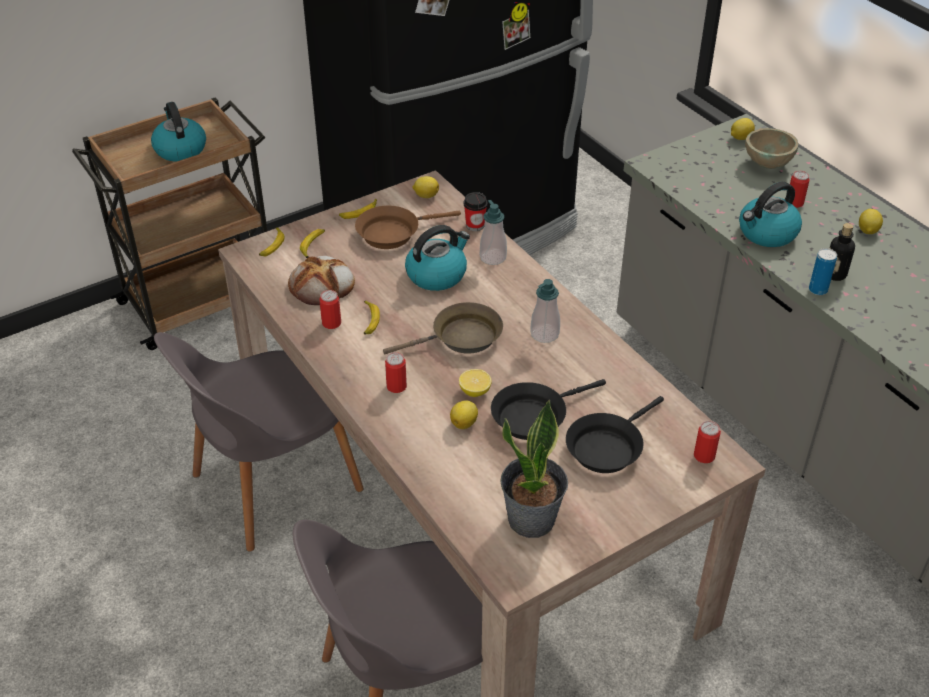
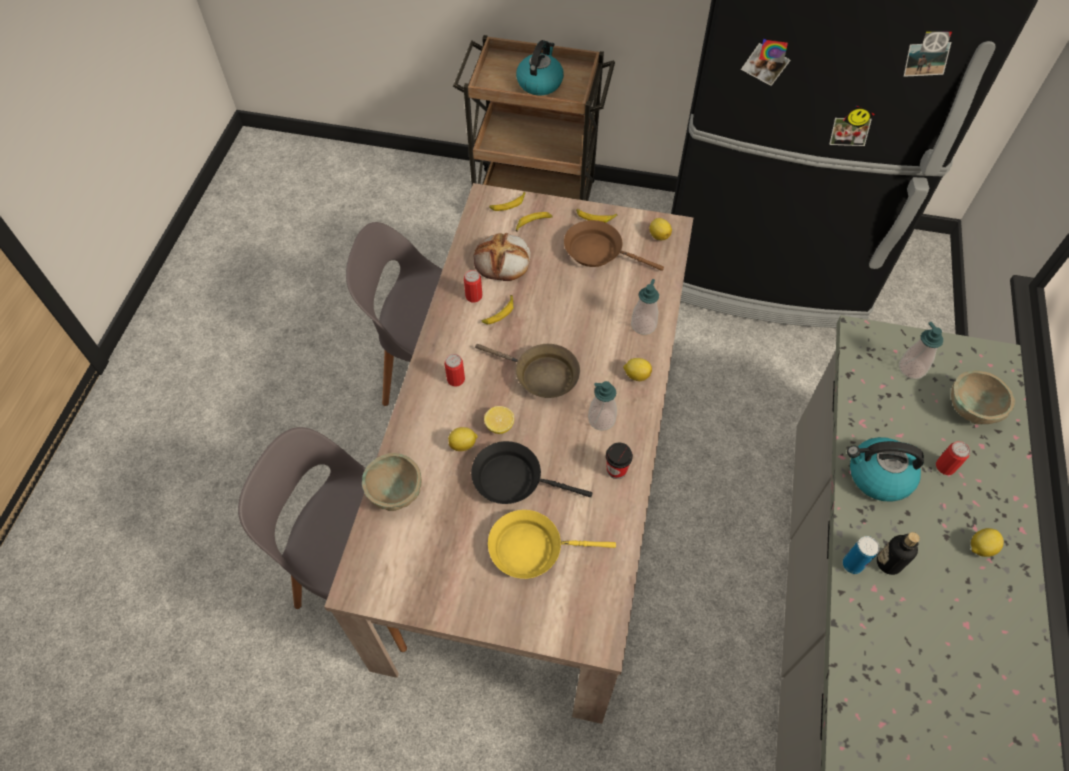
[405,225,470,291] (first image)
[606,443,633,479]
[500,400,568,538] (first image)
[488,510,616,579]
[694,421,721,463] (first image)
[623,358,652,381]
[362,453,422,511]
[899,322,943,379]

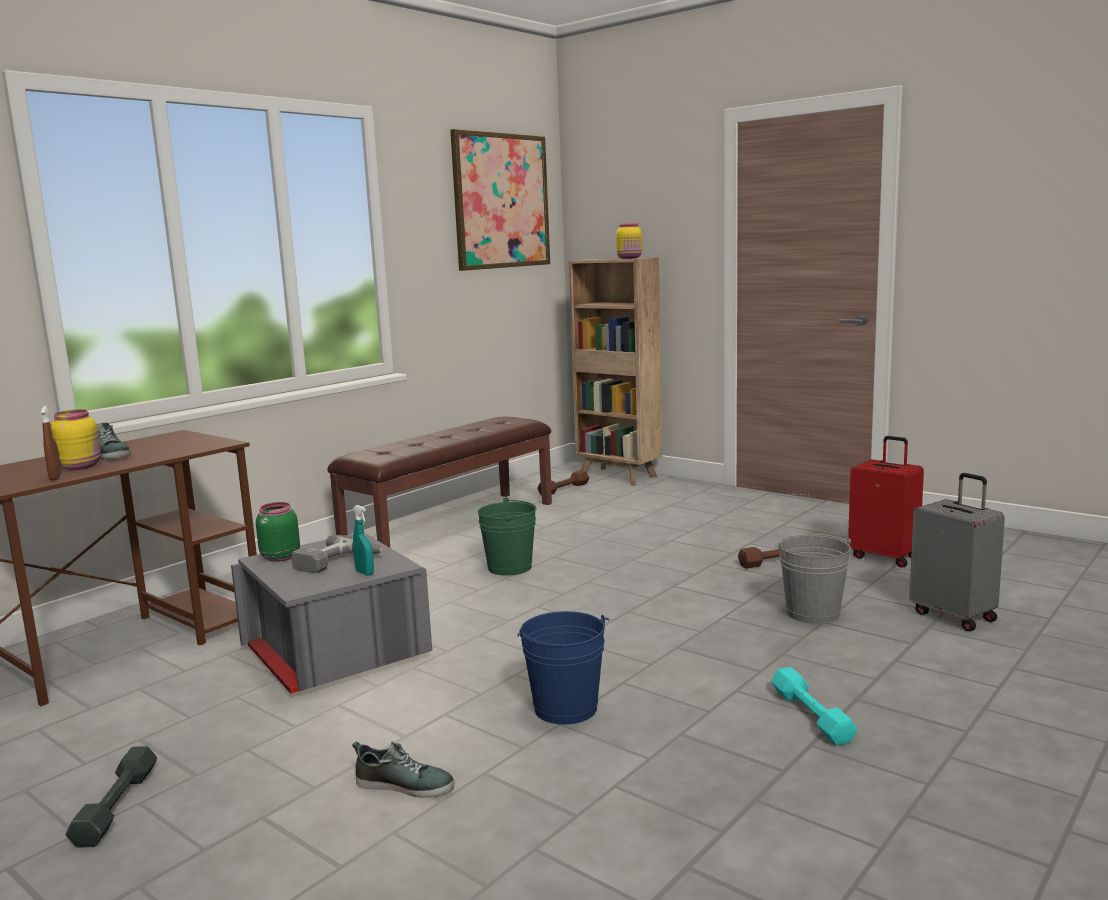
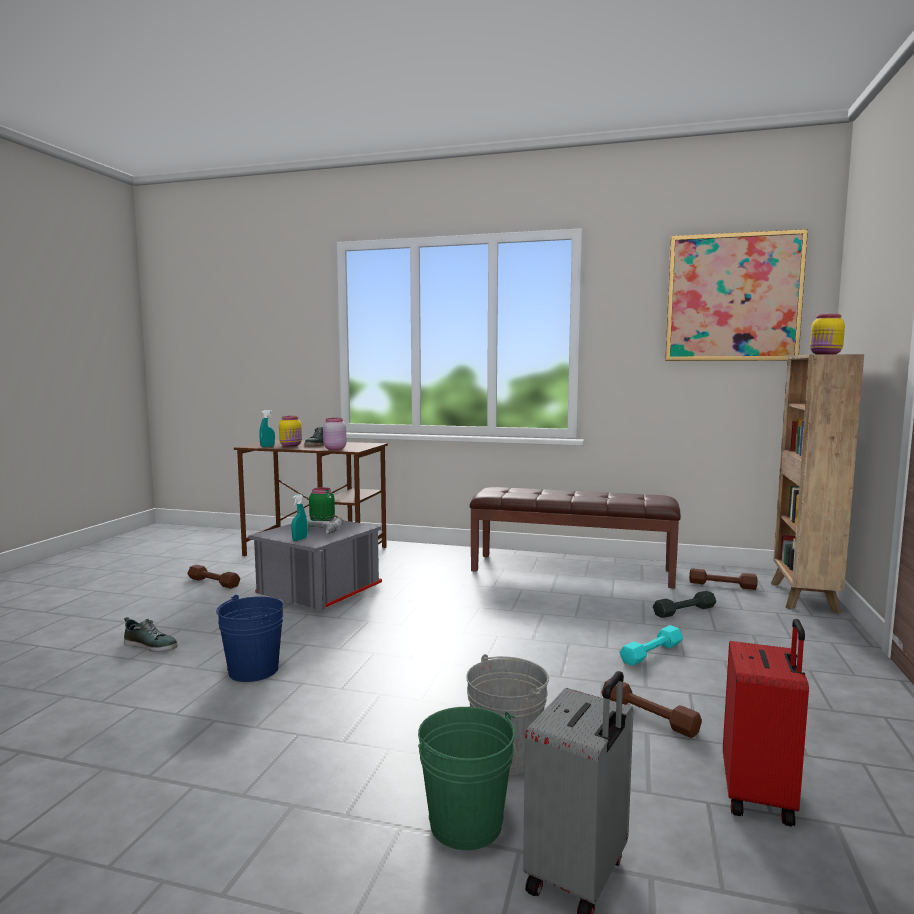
[259,410,275,447]
[653,591,717,618]
[124,617,178,652]
[418,707,515,850]
[619,625,683,666]
[187,565,240,589]
[323,418,346,450]

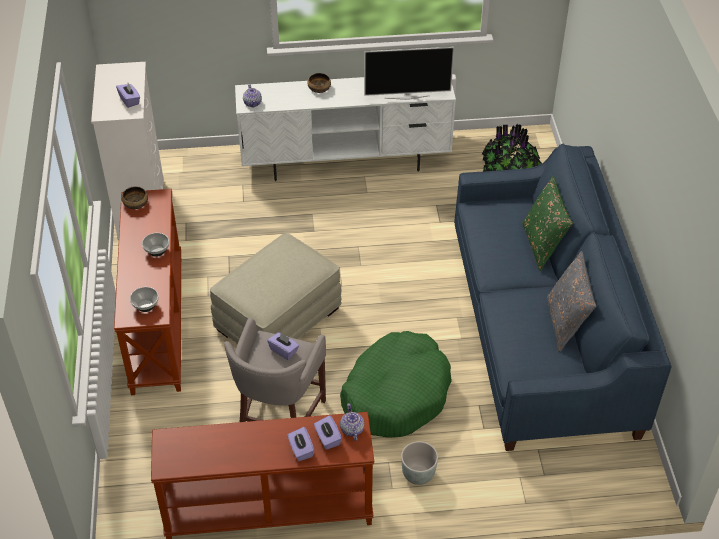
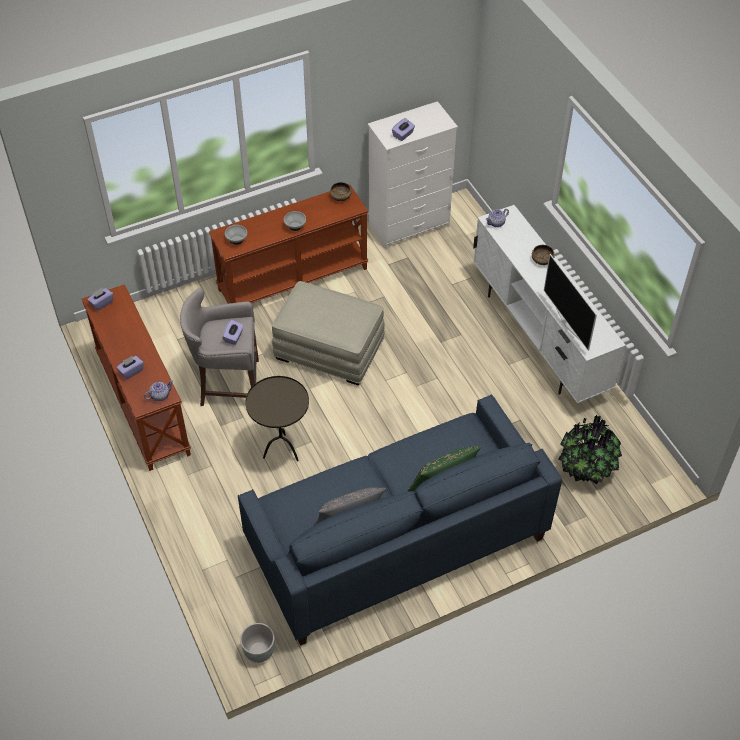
[87,288,113,311]
[245,376,309,461]
[240,623,274,663]

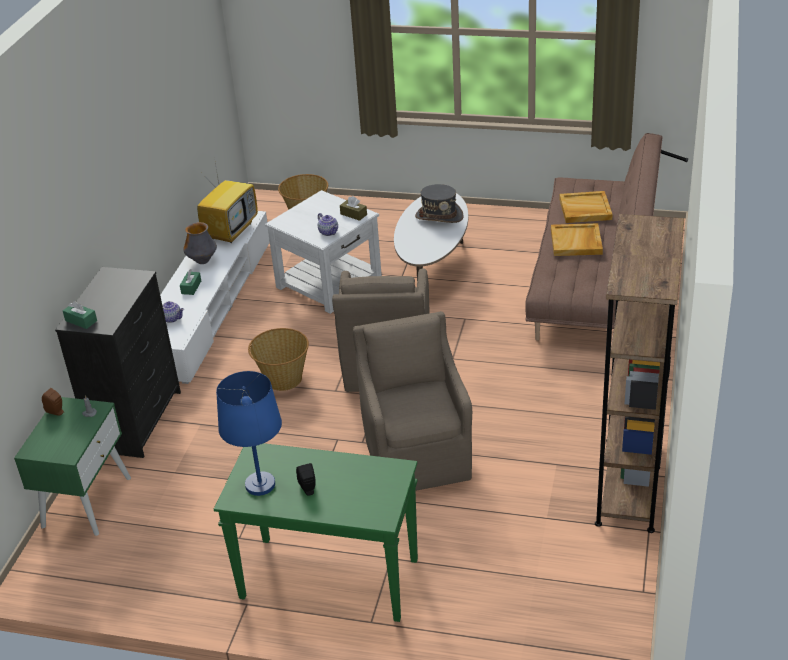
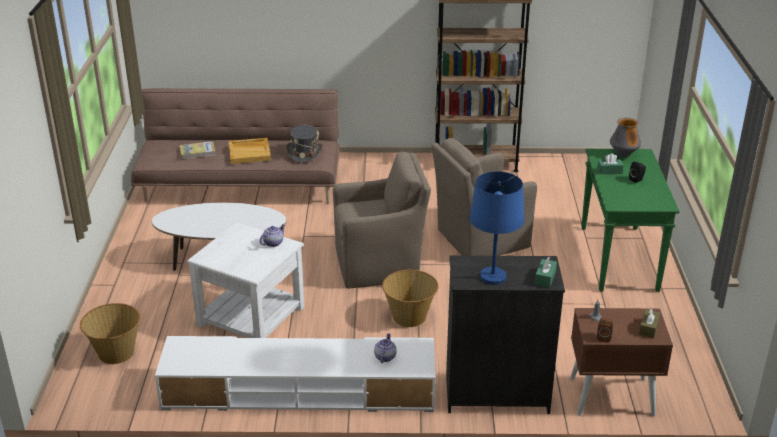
[570,308,673,416]
[597,153,624,174]
[610,118,641,157]
[197,157,258,243] (first image)
[469,171,524,285]
[639,308,661,338]
[286,125,323,163]
[180,141,216,159]

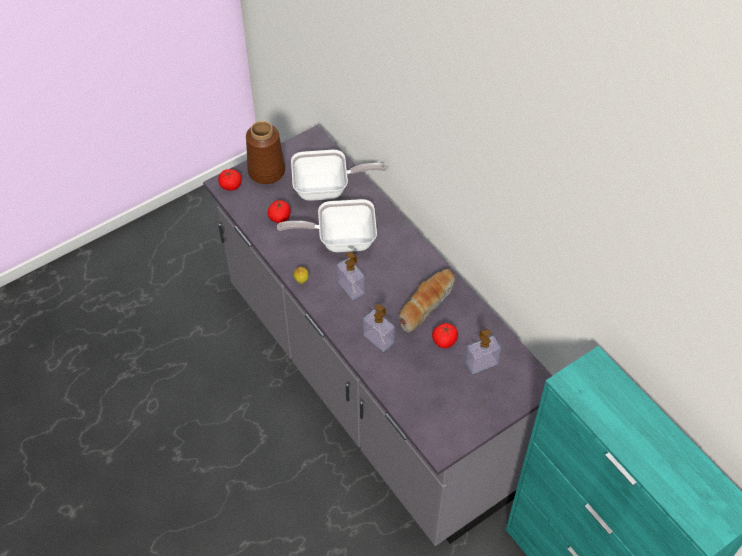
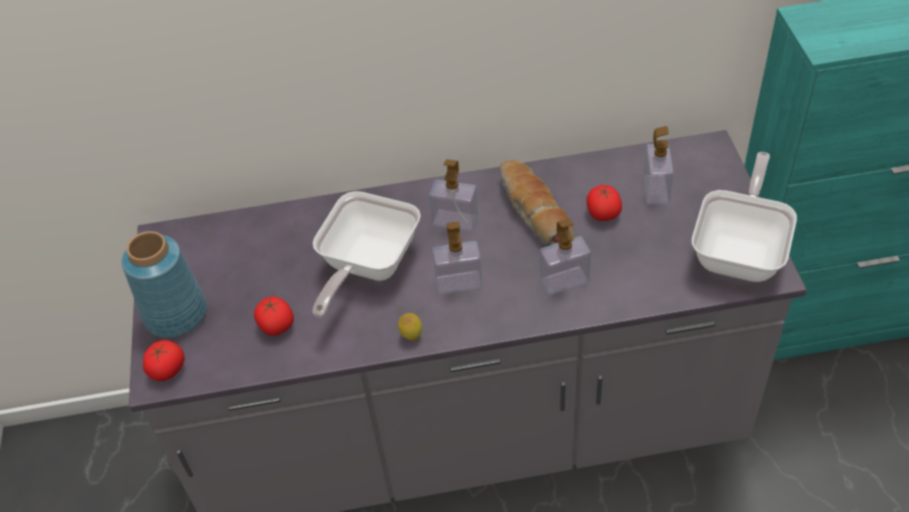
[121,231,207,338]
[692,152,797,282]
[429,159,478,231]

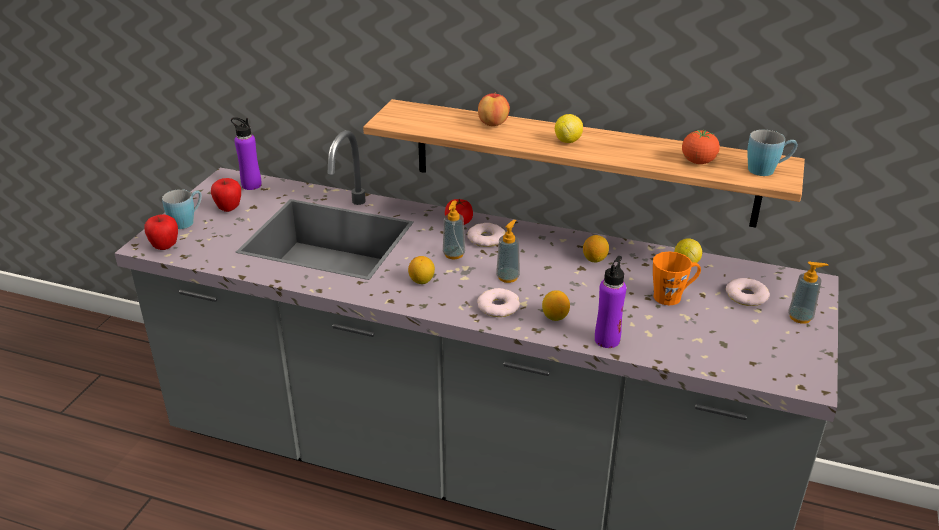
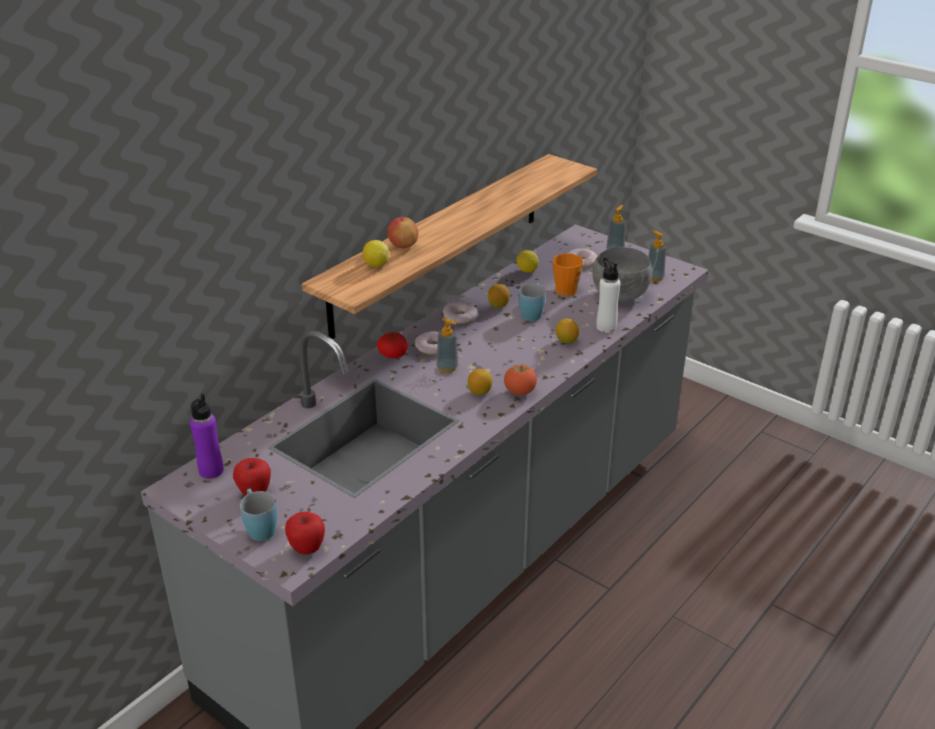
[443,302,477,324]
[648,230,666,282]
[363,240,389,267]
[596,258,620,333]
[504,364,537,395]
[518,283,546,321]
[593,247,652,302]

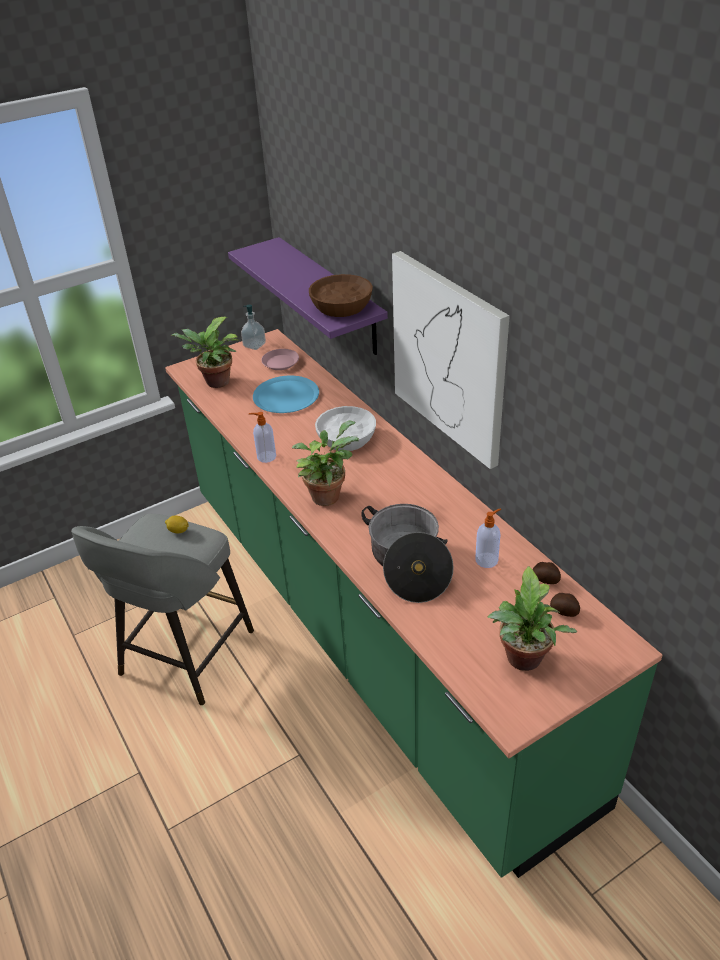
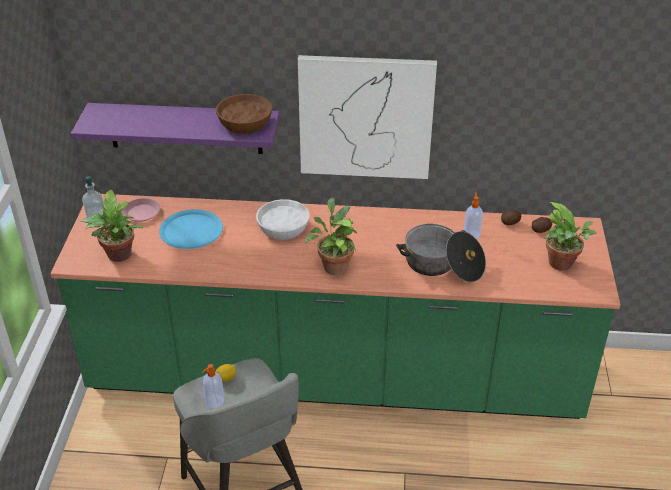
[202,364,224,408]

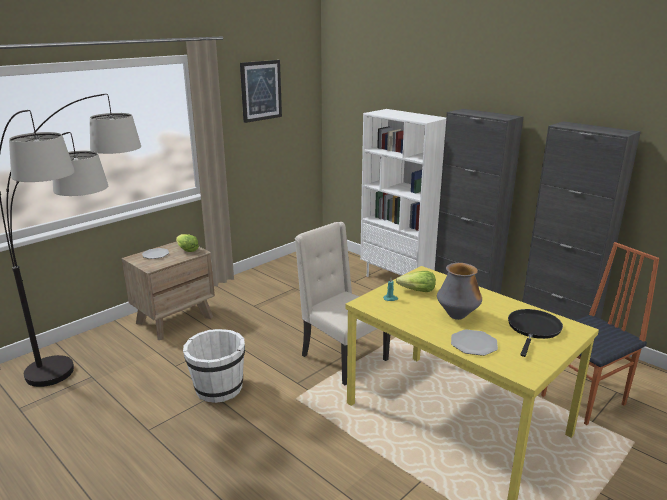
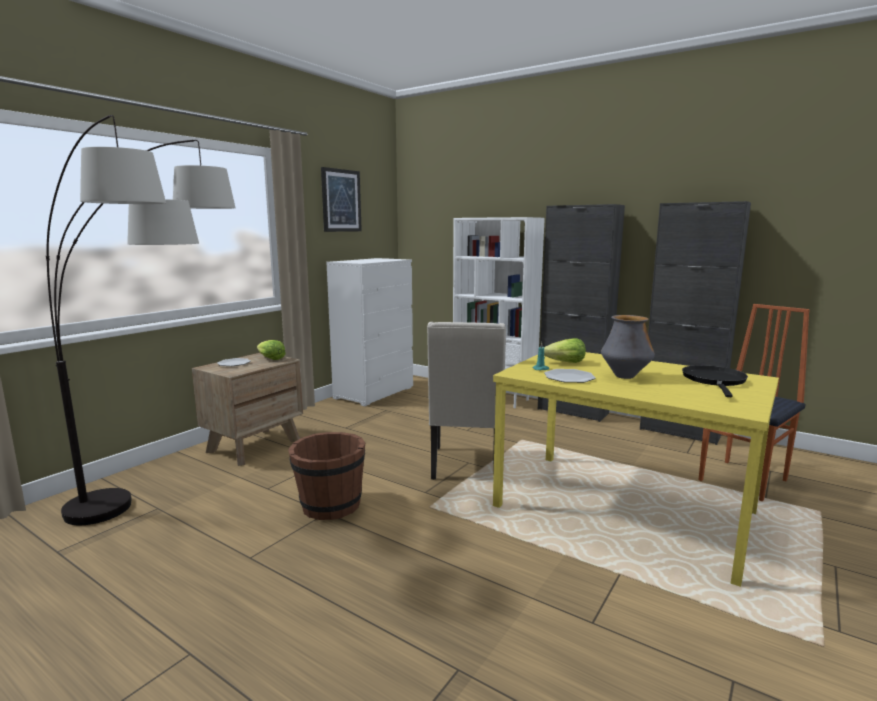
[288,432,365,520]
[427,322,506,480]
[544,369,595,383]
[326,258,413,406]

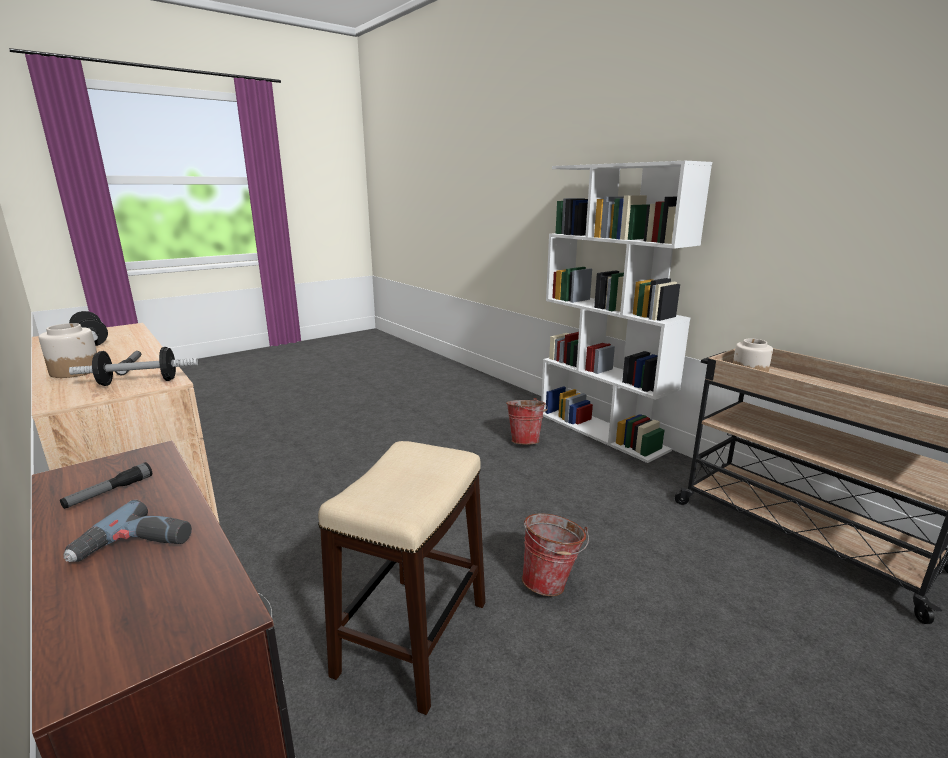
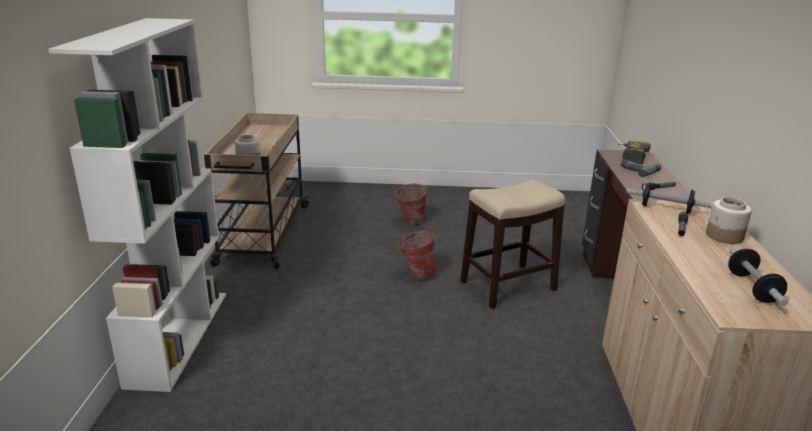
[394,184,427,225]
[618,141,651,164]

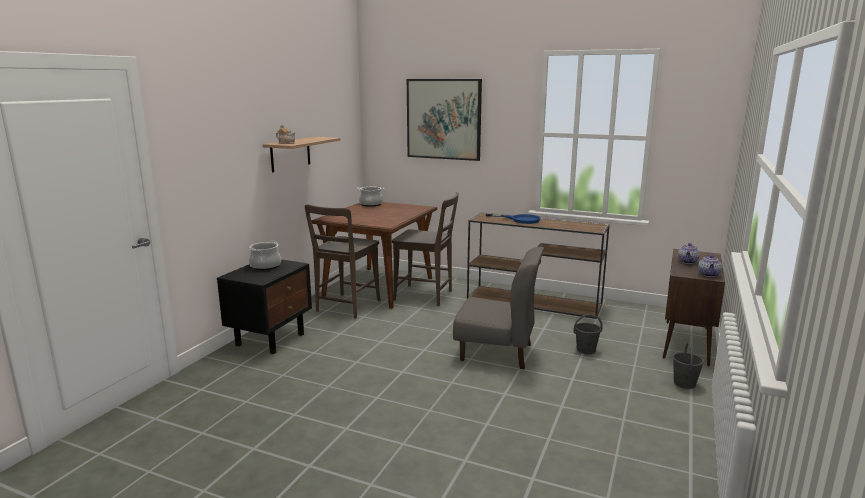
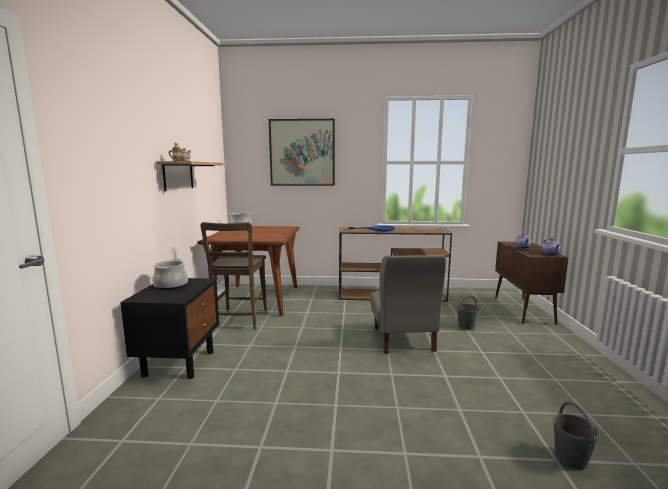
[392,192,459,306] (first image)
[370,255,446,354]
[553,401,600,470]

